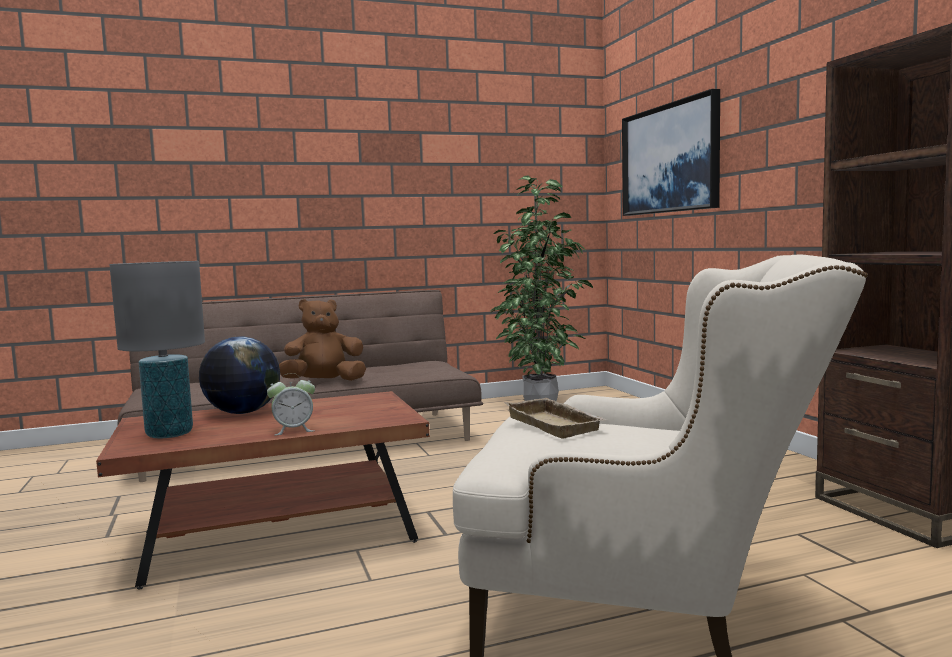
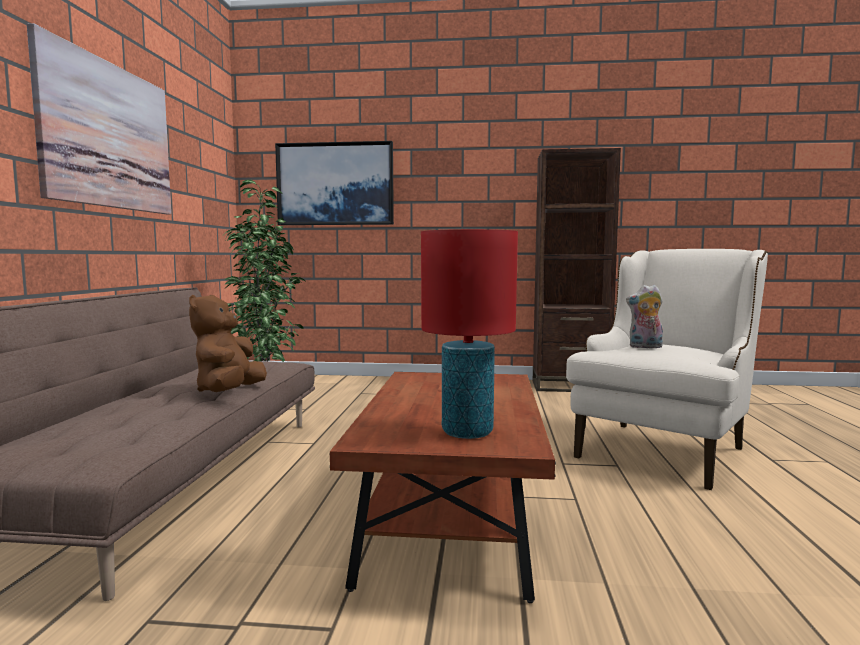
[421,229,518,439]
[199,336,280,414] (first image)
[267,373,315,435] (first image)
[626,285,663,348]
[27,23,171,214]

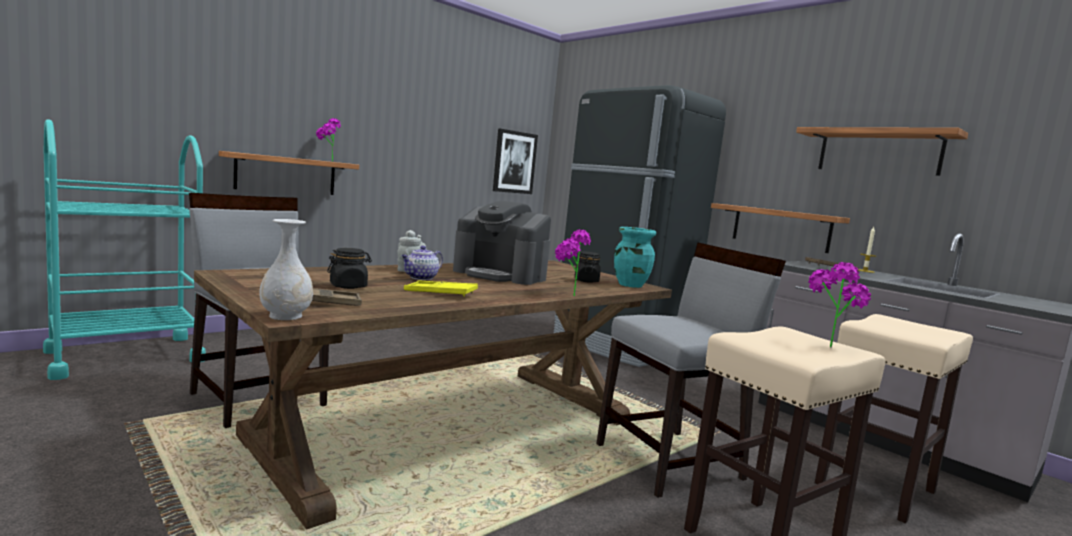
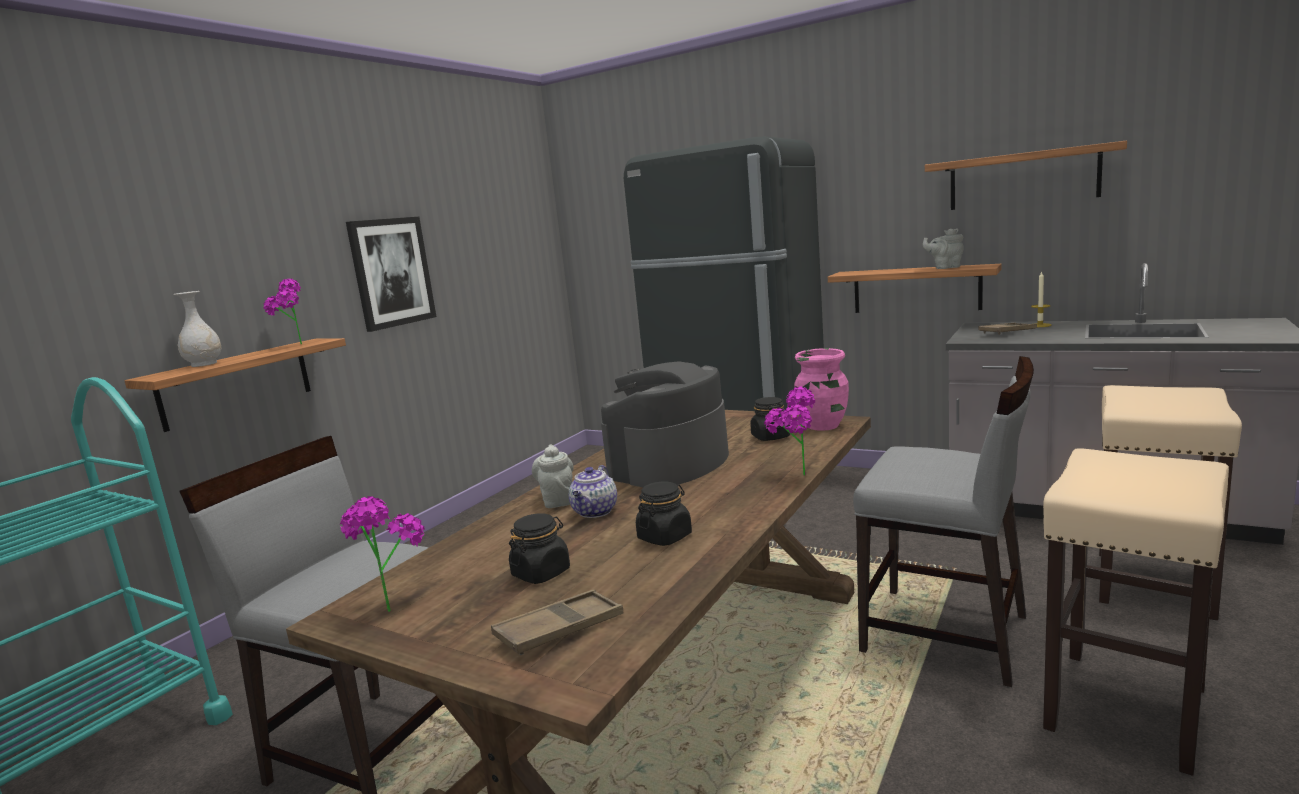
[173,291,222,367]
[636,482,692,546]
[601,361,729,487]
[346,217,436,332]
[853,356,1034,687]
[794,348,849,431]
[340,496,425,612]
[923,229,964,269]

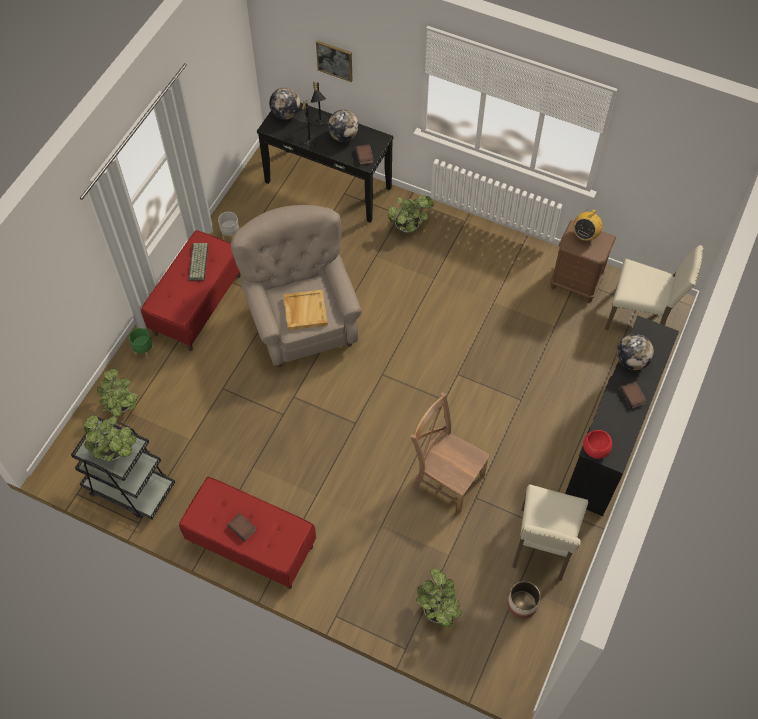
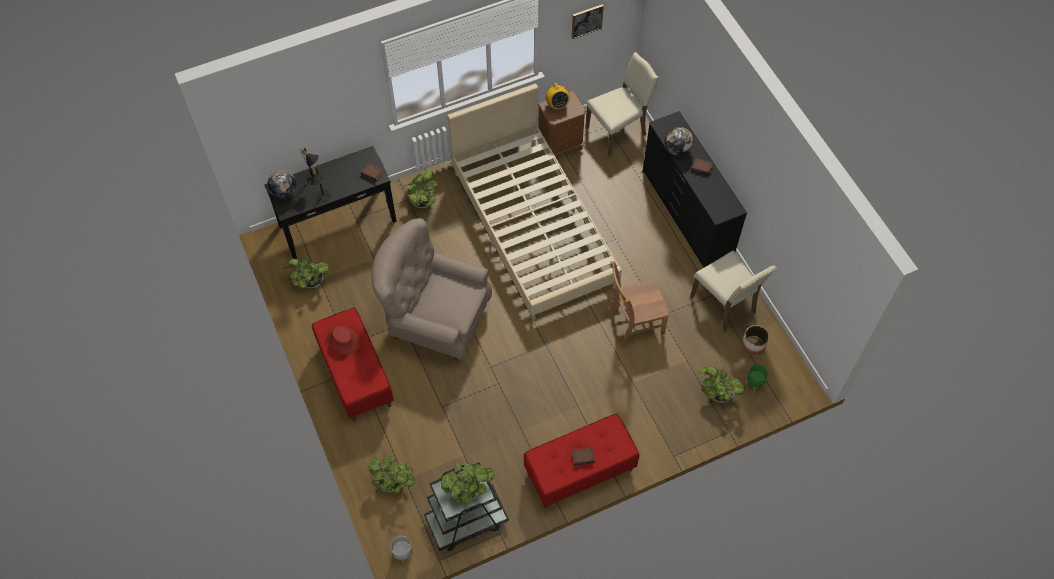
[745,365,768,392]
[327,326,360,355]
[391,536,413,564]
[283,290,328,330] (first image)
[572,4,604,39]
[328,110,359,142] (first image)
[583,430,612,459] (first image)
[283,258,329,288]
[447,83,622,322]

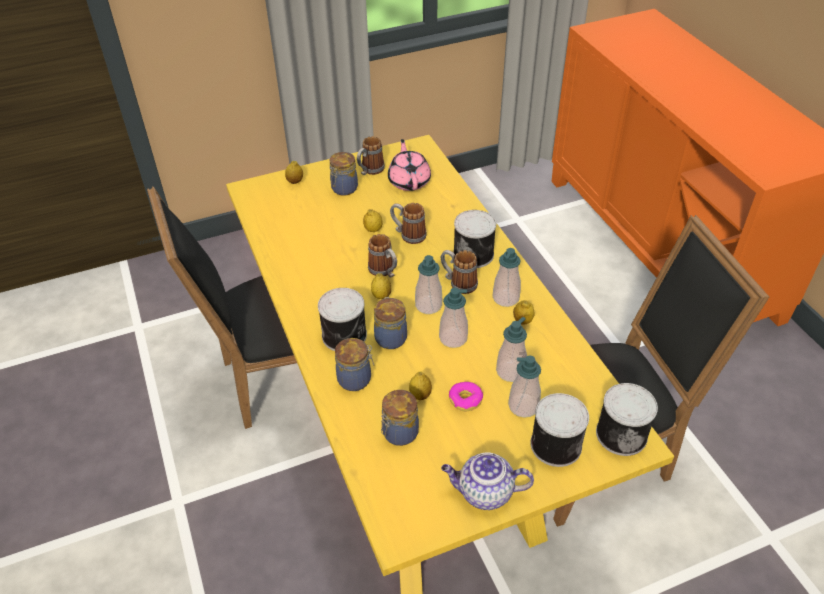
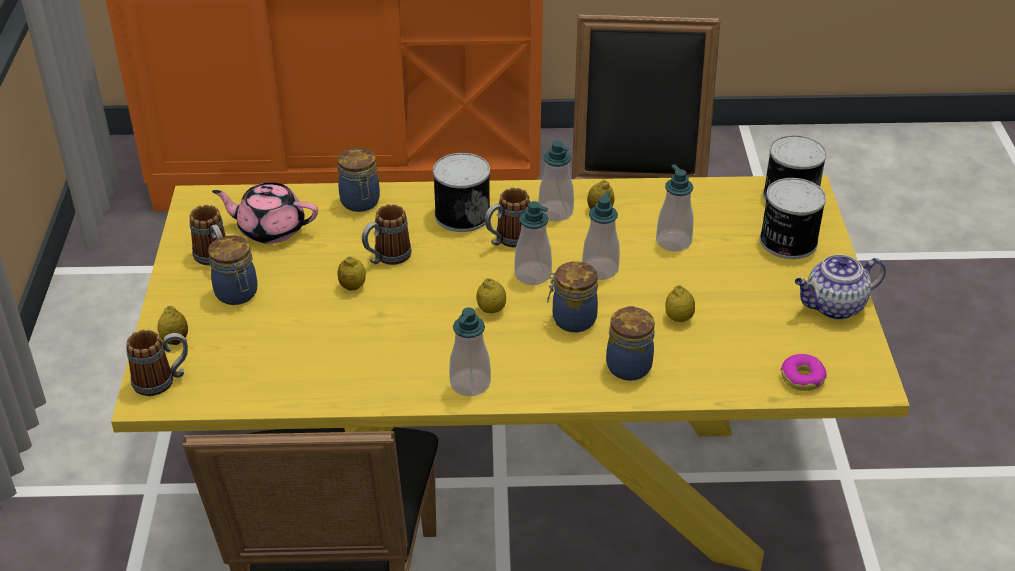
[318,288,367,351] (first image)
[126,330,188,396]
[337,147,380,212]
[795,254,886,320]
[780,354,827,391]
[449,307,491,396]

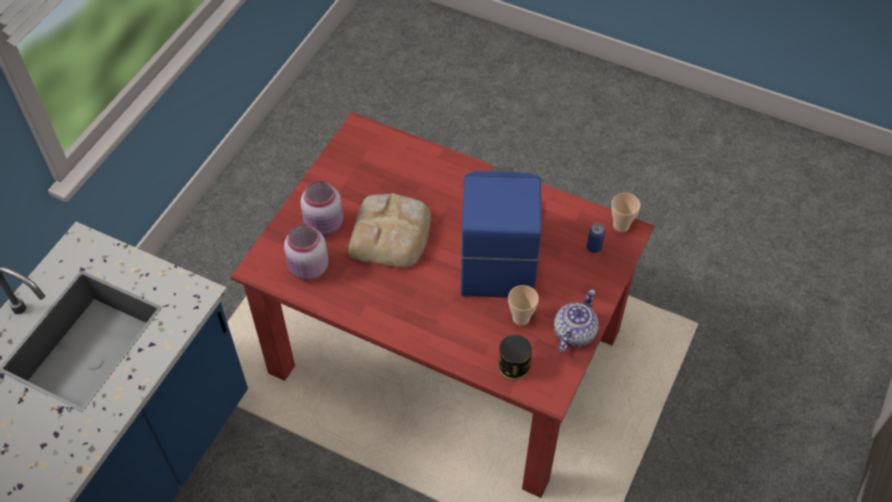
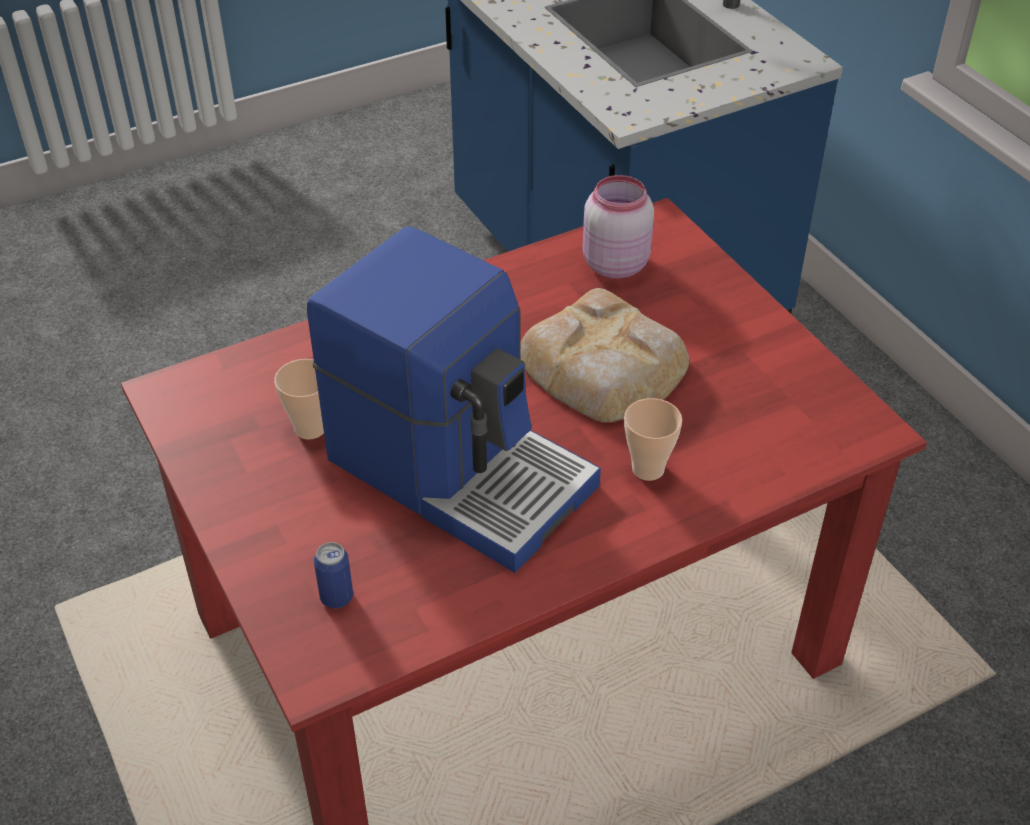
[300,181,343,236] (first image)
[498,335,532,381] (first image)
[554,289,598,353] (first image)
[624,398,682,481]

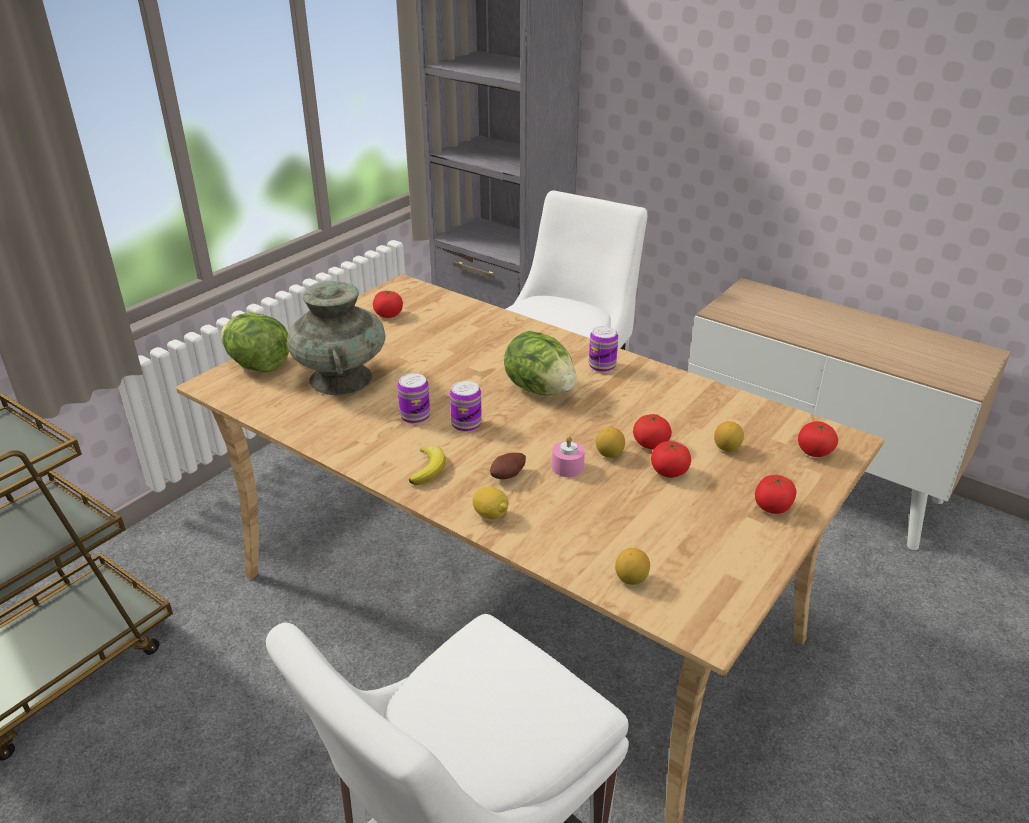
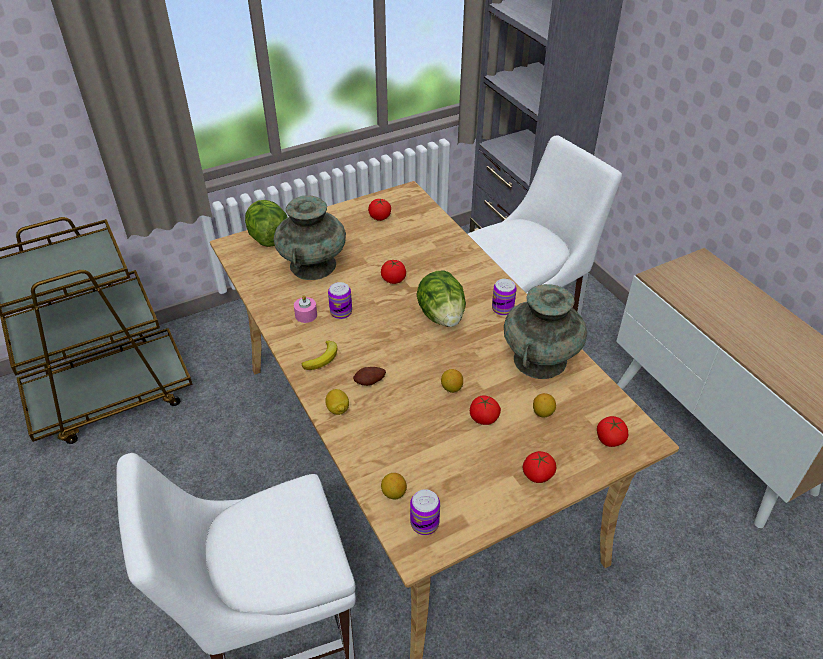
[410,489,440,535]
[294,295,317,323]
[381,260,406,284]
[504,284,587,379]

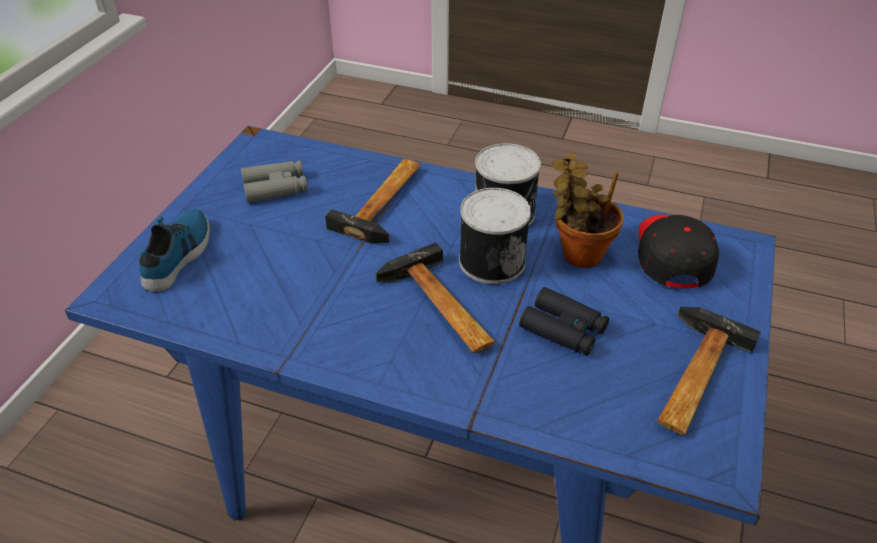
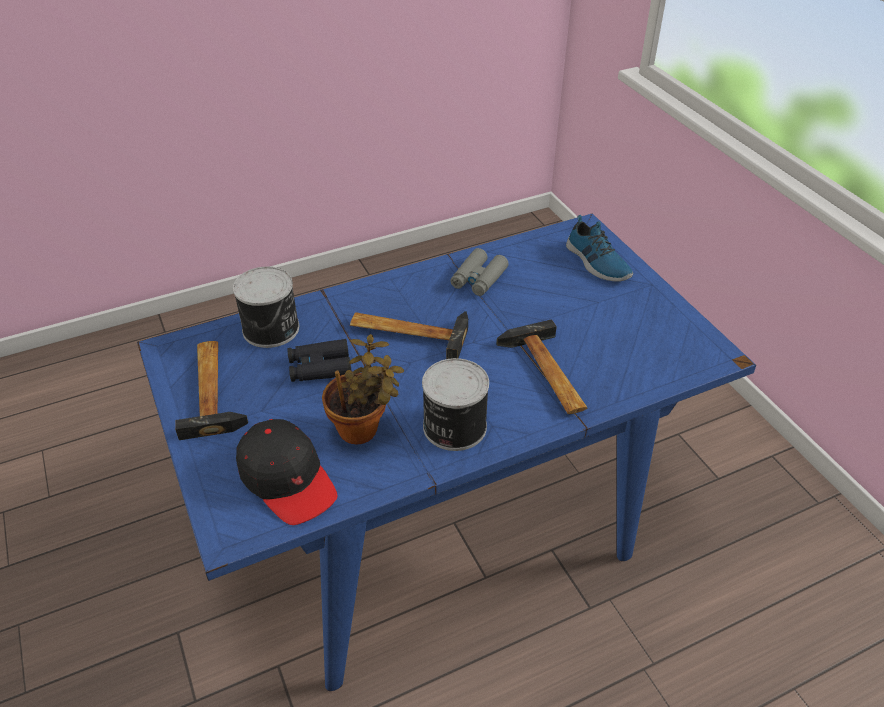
[450,248,508,296]
[233,267,299,348]

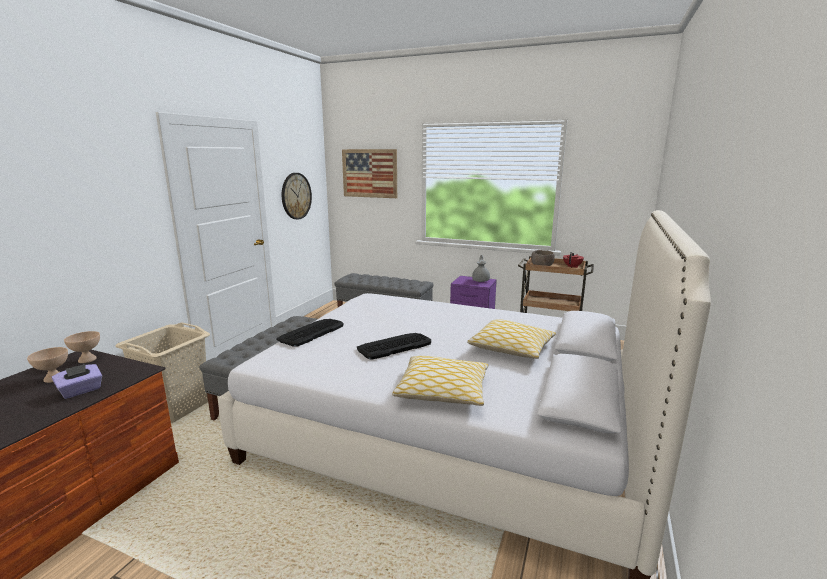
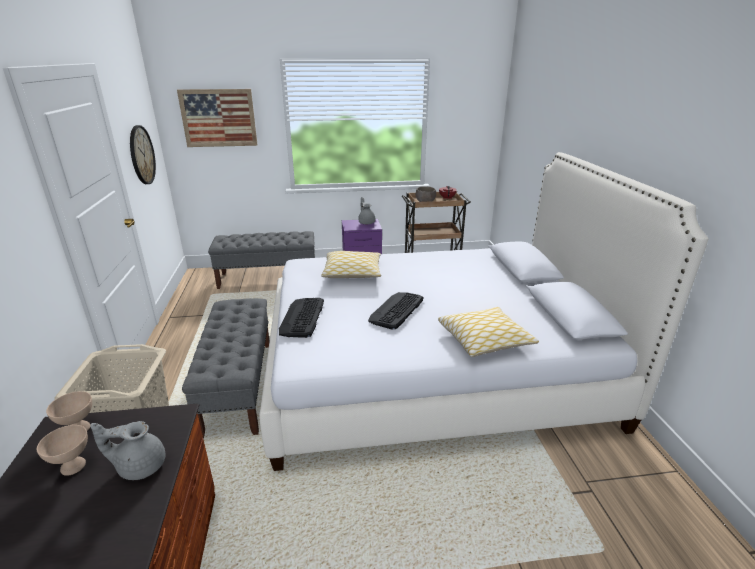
[90,421,165,480]
[321,251,381,278]

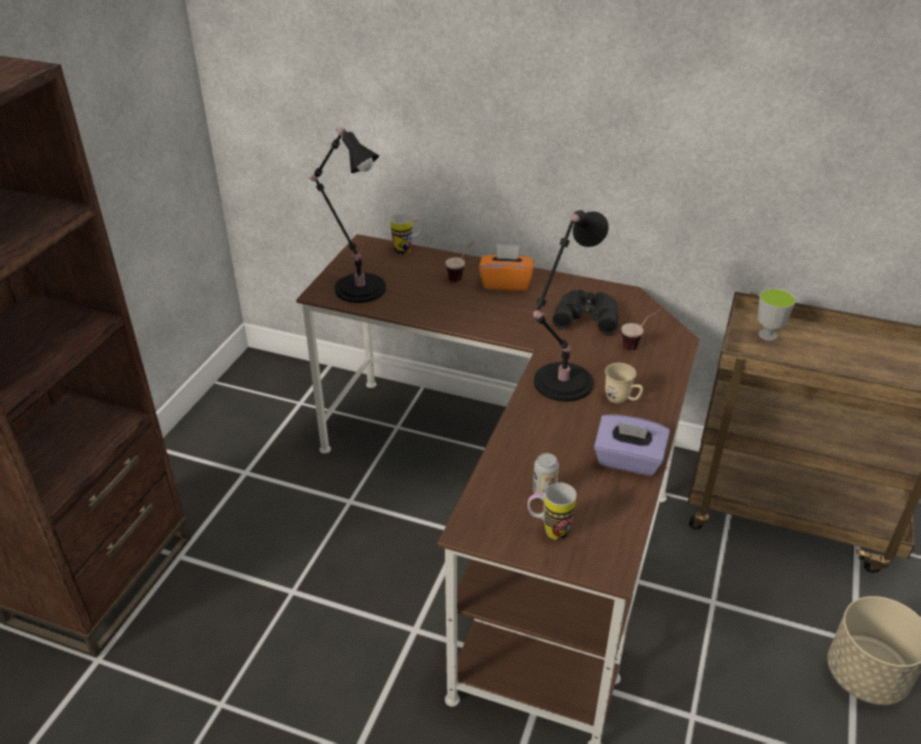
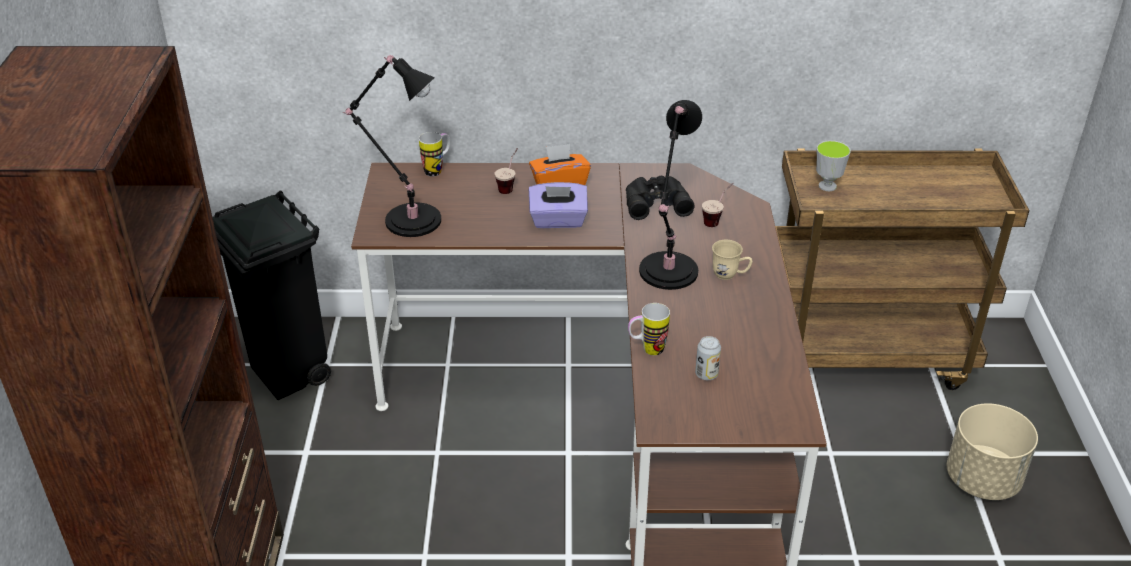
[628,303,670,355]
[529,182,588,228]
[212,190,331,400]

